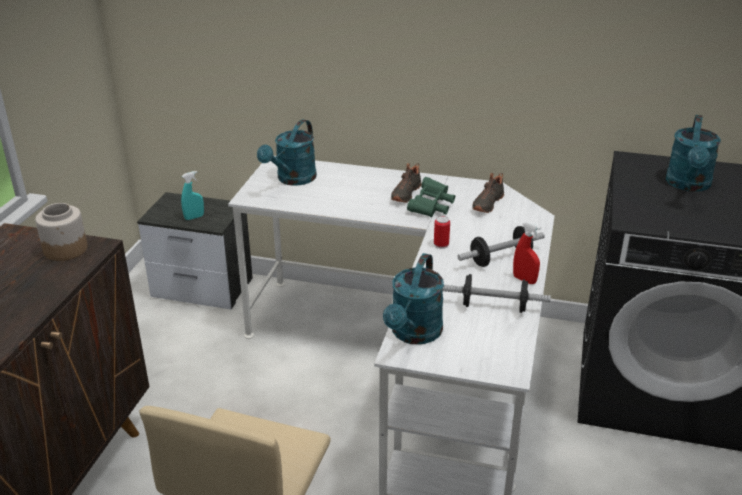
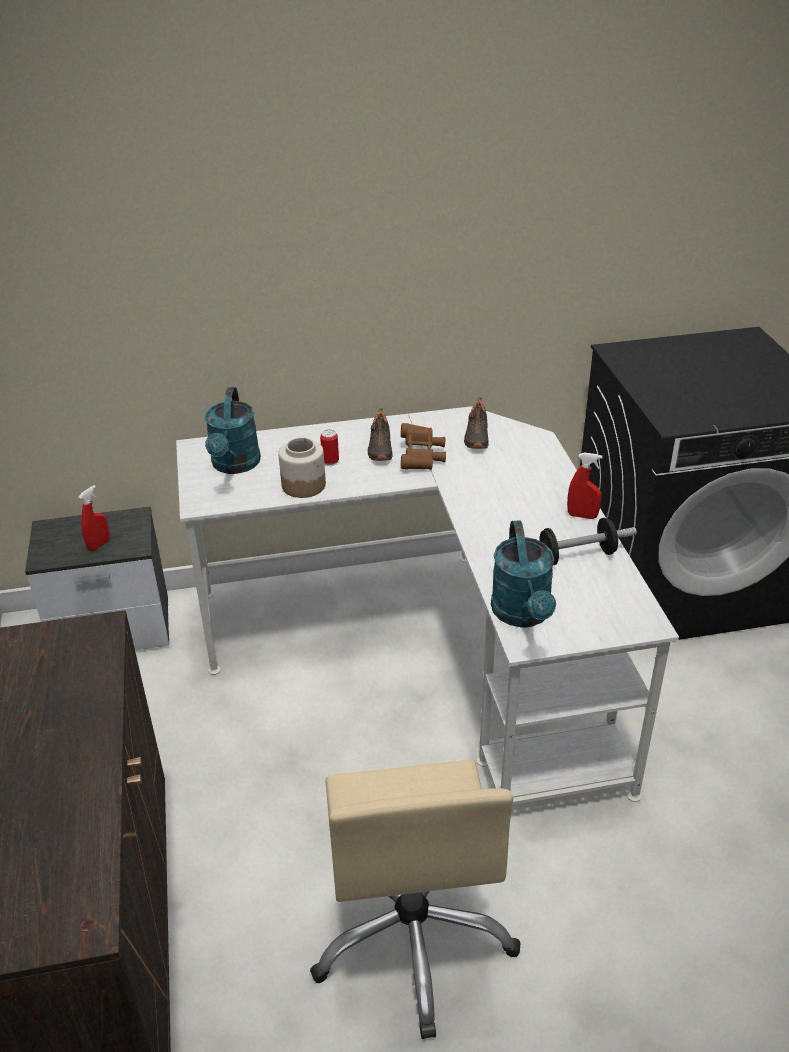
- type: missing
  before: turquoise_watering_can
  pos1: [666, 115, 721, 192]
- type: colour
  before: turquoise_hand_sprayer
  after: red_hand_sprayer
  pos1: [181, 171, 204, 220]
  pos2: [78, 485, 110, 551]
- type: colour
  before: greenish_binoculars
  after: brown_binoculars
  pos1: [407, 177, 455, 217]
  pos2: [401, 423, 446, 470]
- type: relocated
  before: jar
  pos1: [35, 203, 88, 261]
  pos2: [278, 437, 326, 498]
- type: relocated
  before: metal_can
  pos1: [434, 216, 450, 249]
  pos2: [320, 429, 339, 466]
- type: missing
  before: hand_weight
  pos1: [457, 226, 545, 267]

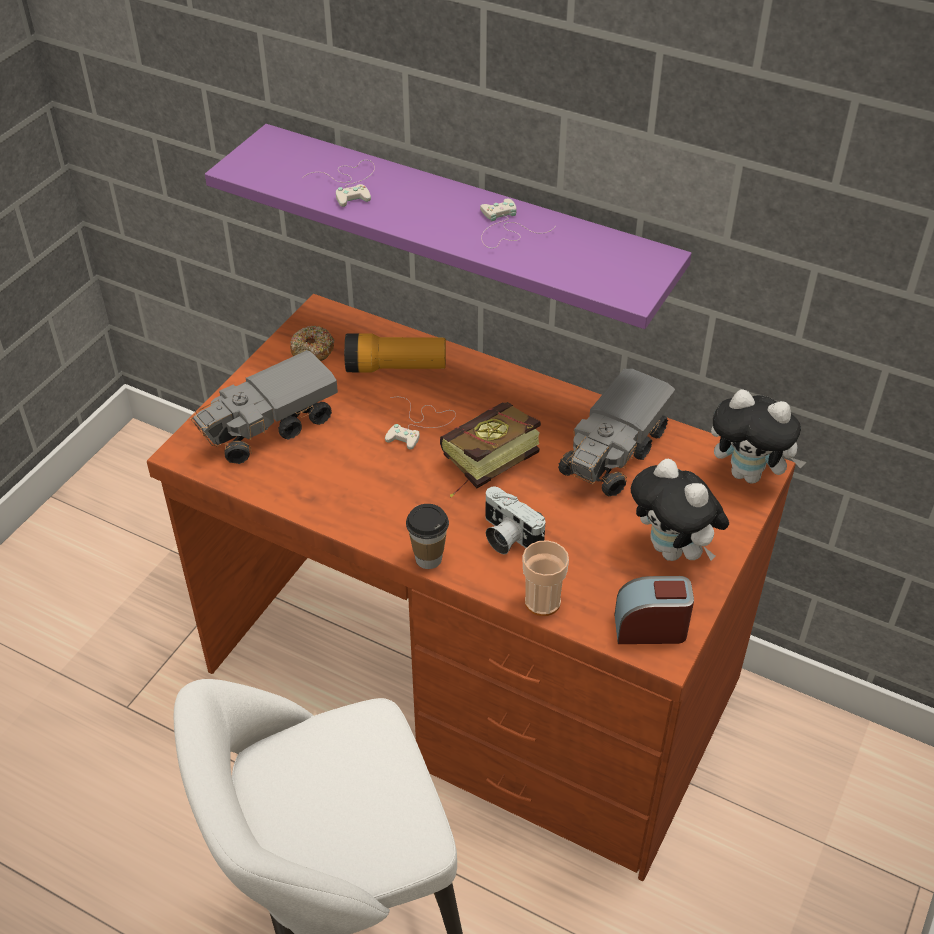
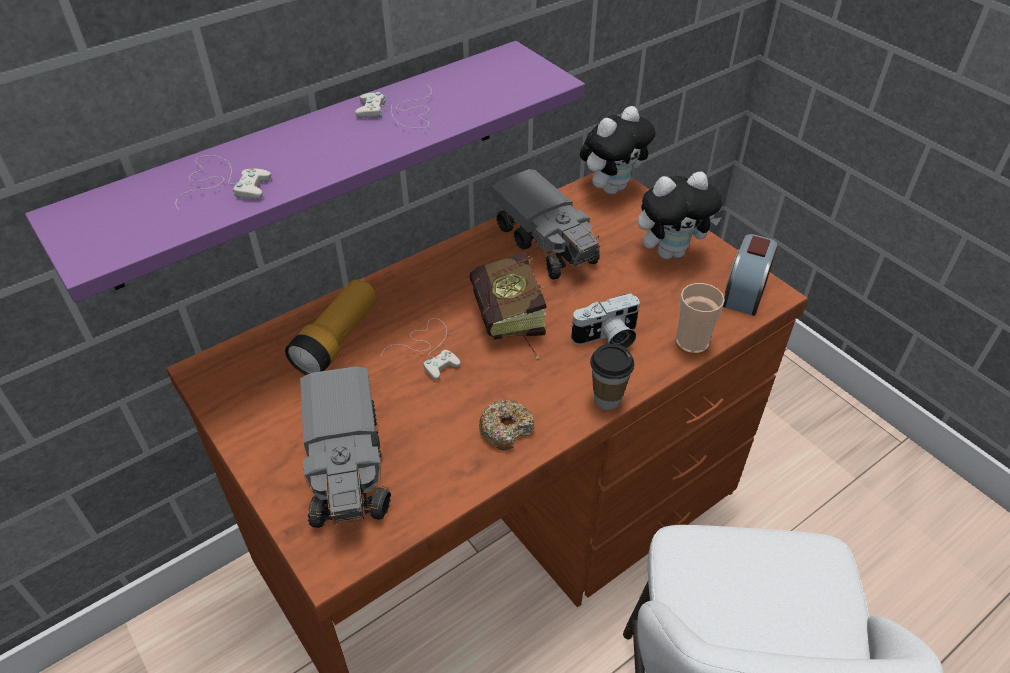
- type: relocated
  before: ring_doughnut
  pos1: [290, 326, 334, 361]
  pos2: [479, 400, 534, 450]

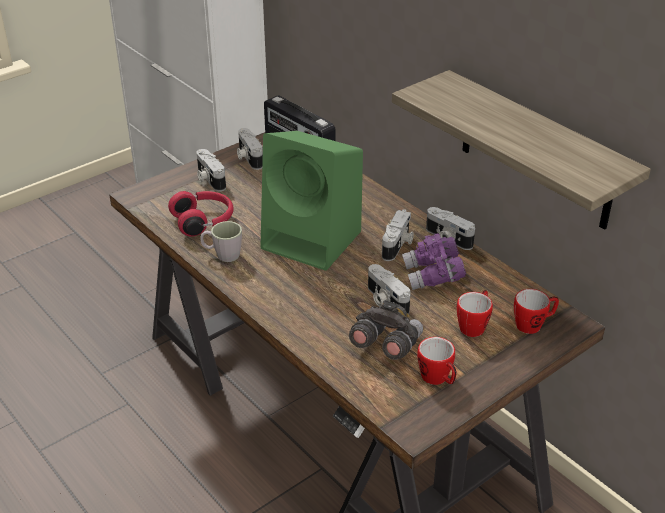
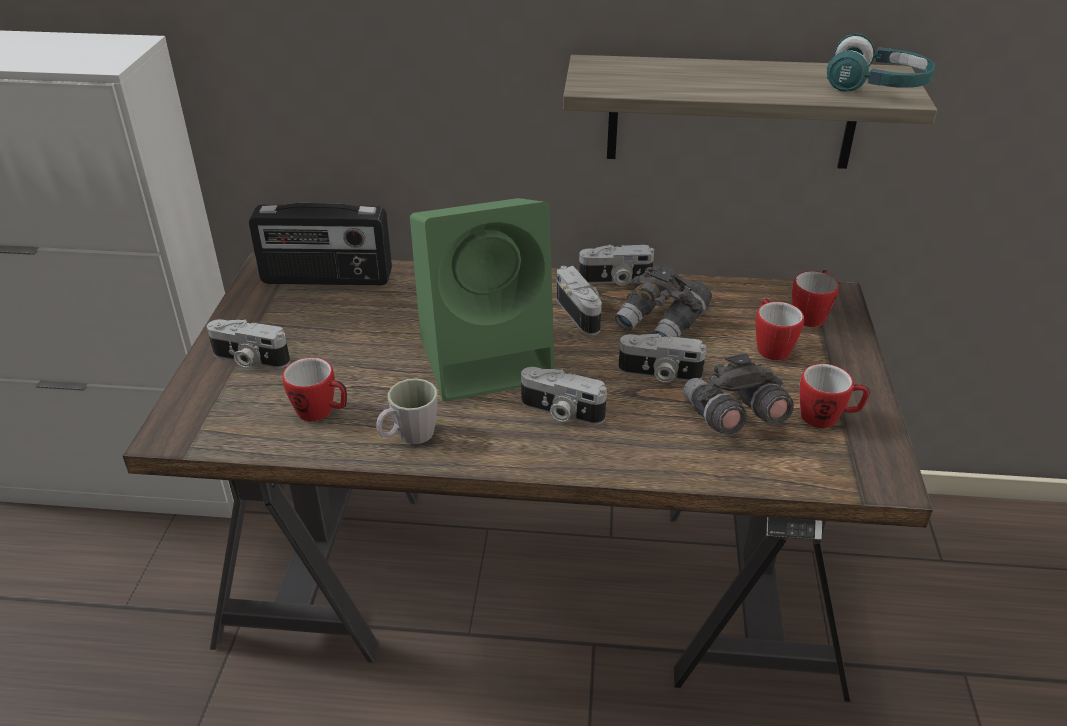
- type: relocated
  before: still_camera
  pos1: [237, 128, 263, 170]
  pos2: [521, 367, 607, 425]
- type: exchanged
  before: red_headphones
  after: tea_mug
  pos1: [168, 191, 234, 237]
  pos2: [282, 357, 347, 421]
- type: colour
  before: purplish_binoculars
  after: gray_binoculars
  pos1: [402, 234, 466, 290]
  pos2: [614, 264, 712, 339]
- type: appeared
  after: turquoise_headphones
  pos2: [827, 34, 935, 92]

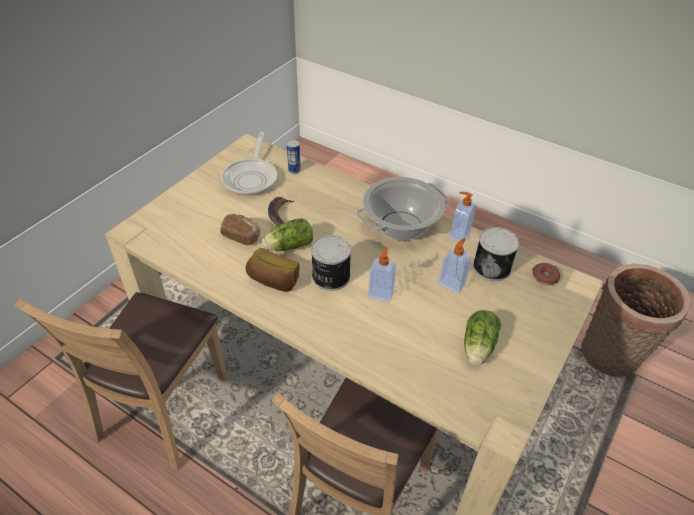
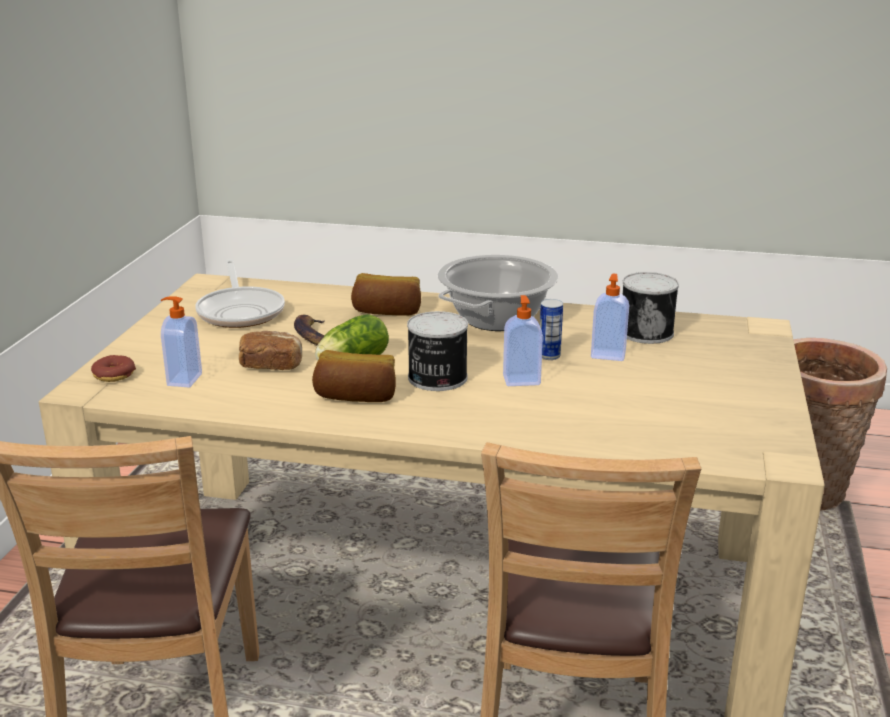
- type: relocated
  before: metal_can
  pos1: [287, 140, 301, 174]
  pos2: [540, 299, 563, 360]
- type: relocated
  before: soap_bottle
  pos1: [450, 192, 476, 242]
  pos2: [161, 296, 202, 388]
- type: relocated
  before: ring_doughnut
  pos1: [532, 263, 560, 285]
  pos2: [91, 355, 136, 382]
- type: missing
  before: lettuce_head
  pos1: [464, 310, 501, 365]
- type: appeared
  after: baked_bread
  pos2: [351, 273, 421, 316]

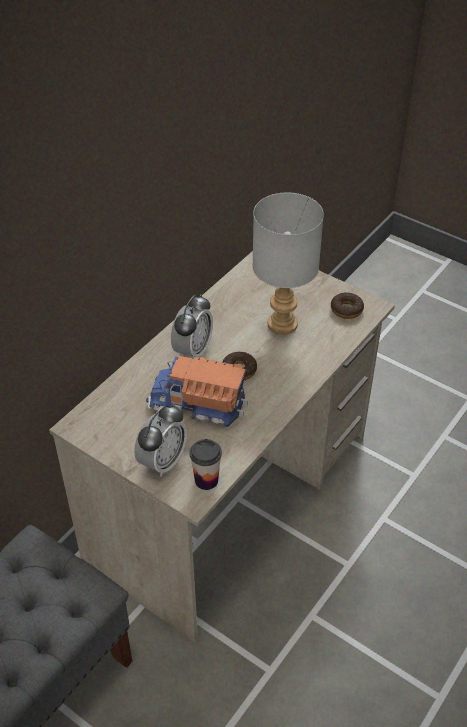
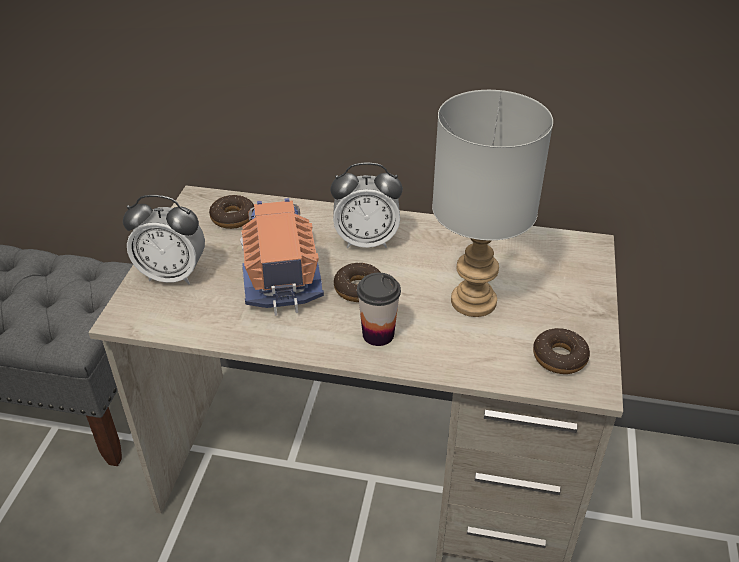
- type: relocated
  before: cup
  pos1: [190, 439, 222, 490]
  pos2: [357, 273, 401, 346]
- type: appeared
  after: ring_doughnut
  pos2: [209, 195, 254, 229]

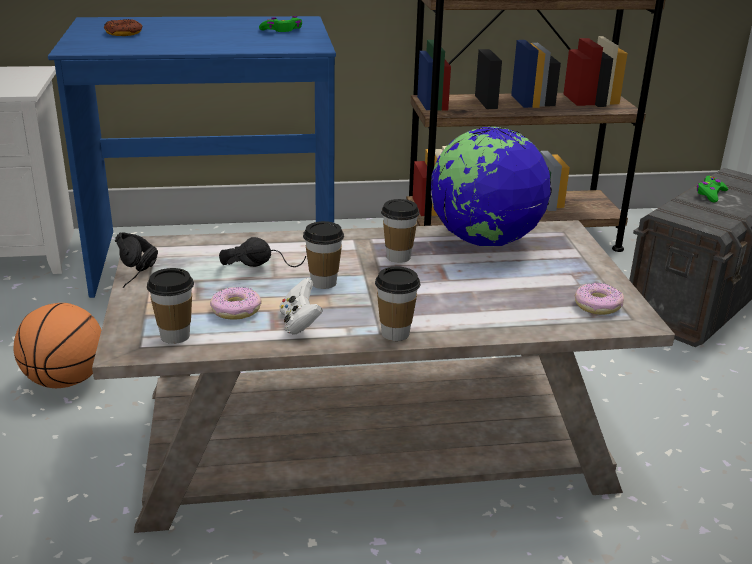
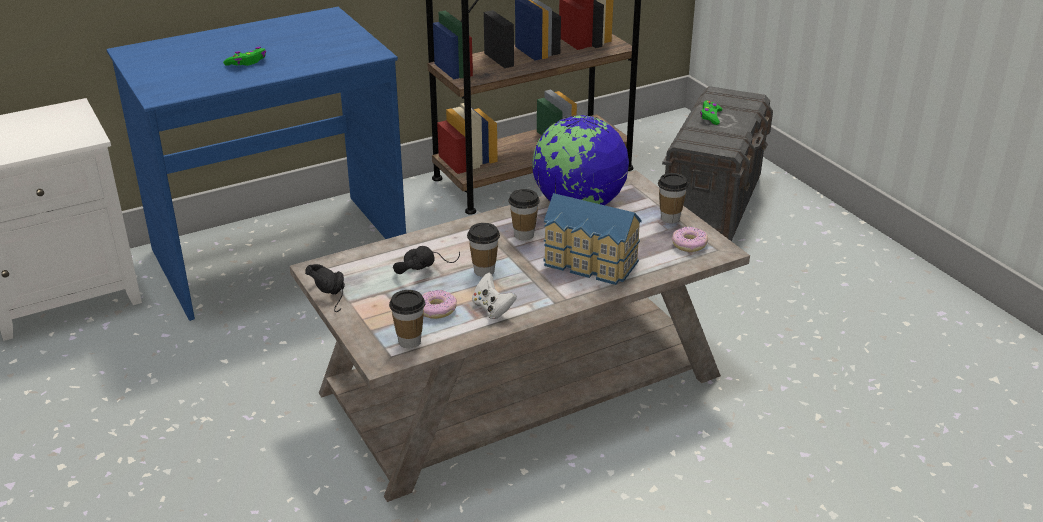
- type: relocated
  before: greenish_joypad
  pos1: [259, 16, 302, 32]
  pos2: [223, 47, 266, 66]
- type: missing
  before: ring_doughnut
  pos1: [104, 19, 142, 36]
- type: relocated
  before: cup
  pos1: [375, 267, 420, 341]
  pos2: [658, 173, 689, 223]
- type: missing
  before: basketball
  pos1: [13, 303, 101, 388]
- type: appeared
  after: model_house
  pos2: [543, 193, 642, 285]

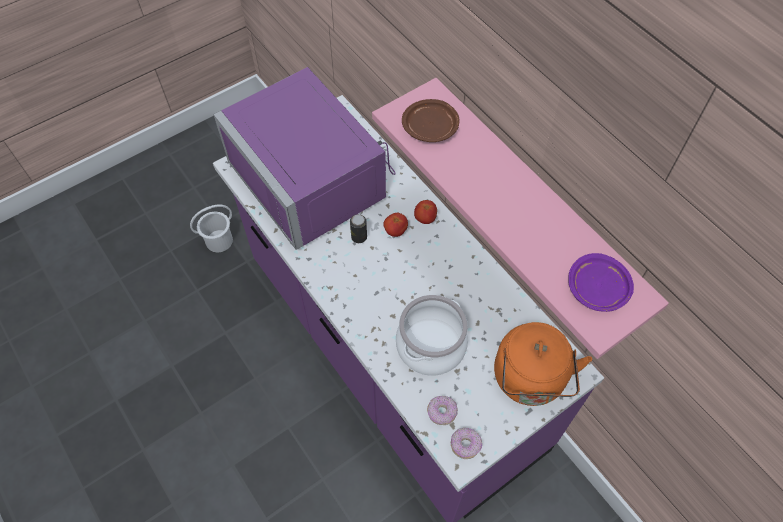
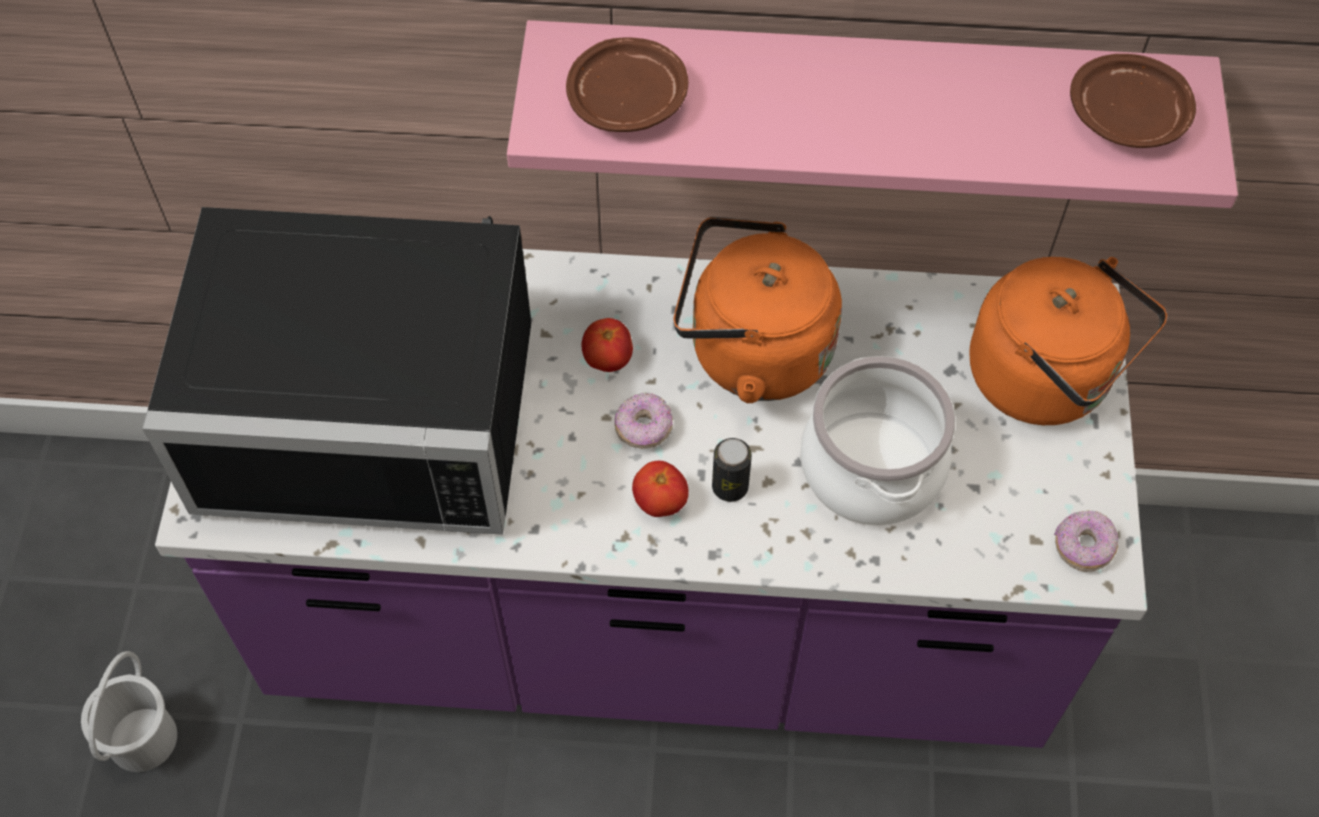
- type: colour
  before: purplish_microwave
  after: blackish_microwave
  pos1: [213, 67, 395, 250]
  pos2: [142, 207, 531, 535]
- type: relocated
  before: fresh_tomato
  pos1: [414, 200, 437, 224]
  pos2: [632, 461, 689, 517]
- type: relocated
  before: metal_can
  pos1: [350, 214, 367, 243]
  pos2: [712, 438, 752, 502]
- type: colour
  before: purplish_flat_dish
  after: brown_flat_dish
  pos1: [568, 253, 634, 312]
  pos2: [1070, 54, 1196, 148]
- type: relocated
  before: ring_doughnut
  pos1: [427, 396, 458, 425]
  pos2: [615, 392, 673, 449]
- type: appeared
  after: orangey_tea_kettle
  pos2: [673, 217, 842, 403]

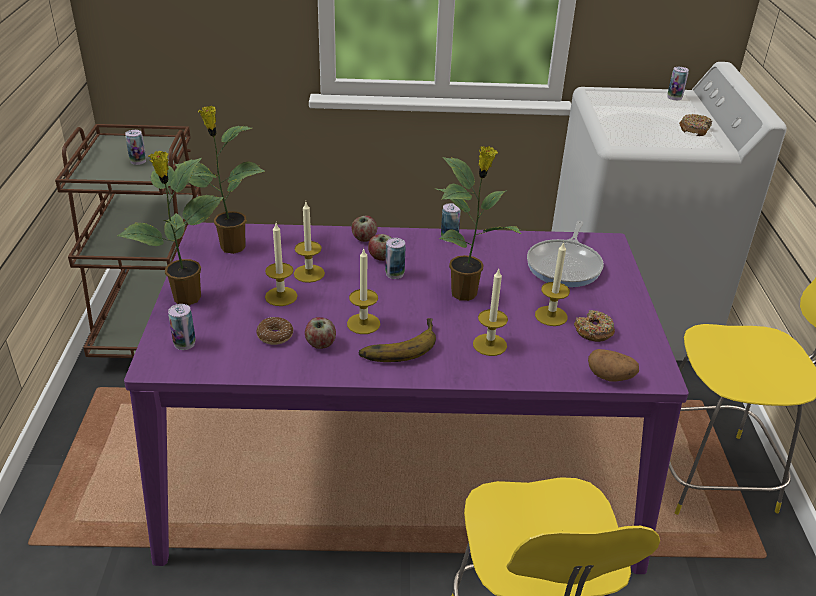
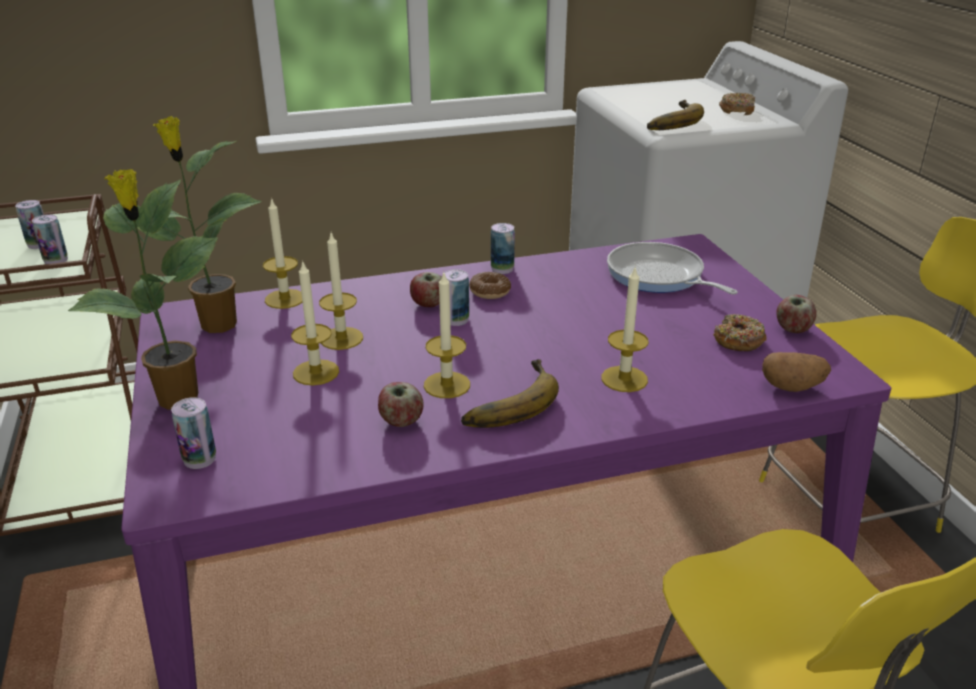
- type: relocated
  before: metal_can
  pos1: [667, 67, 689, 100]
  pos2: [32, 214, 68, 264]
- type: missing
  before: houseplant
  pos1: [434, 146, 521, 301]
- type: relocated
  before: apple_fruit
  pos1: [352, 215, 377, 242]
  pos2: [776, 295, 817, 333]
- type: spun
  before: frying_pan
  pos1: [527, 221, 604, 287]
  pos2: [607, 242, 738, 295]
  turn: 135
- type: relocated
  before: wax_light
  pos1: [535, 241, 570, 326]
  pos2: [263, 197, 302, 309]
- type: relocated
  before: ring_doughnut
  pos1: [256, 317, 293, 345]
  pos2: [469, 272, 511, 299]
- type: appeared
  after: whole_banana
  pos2: [647, 100, 704, 130]

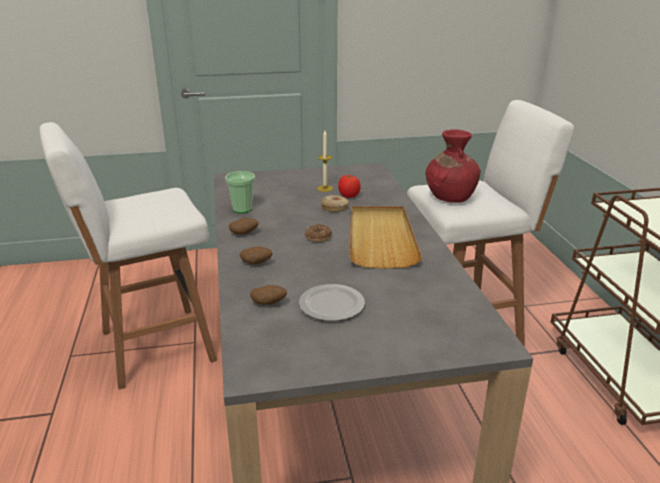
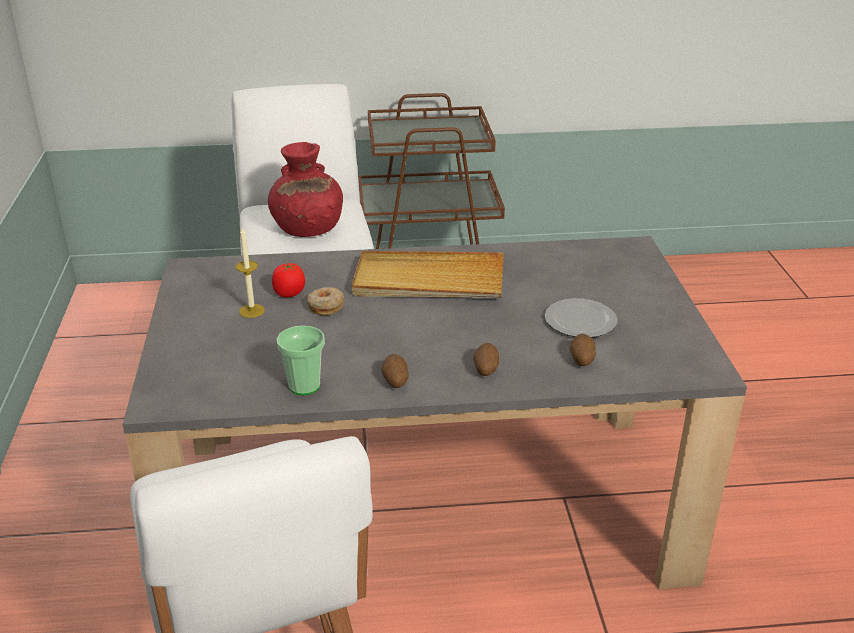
- type: missing
  before: ring_doughnut
  pos1: [305, 224, 332, 242]

